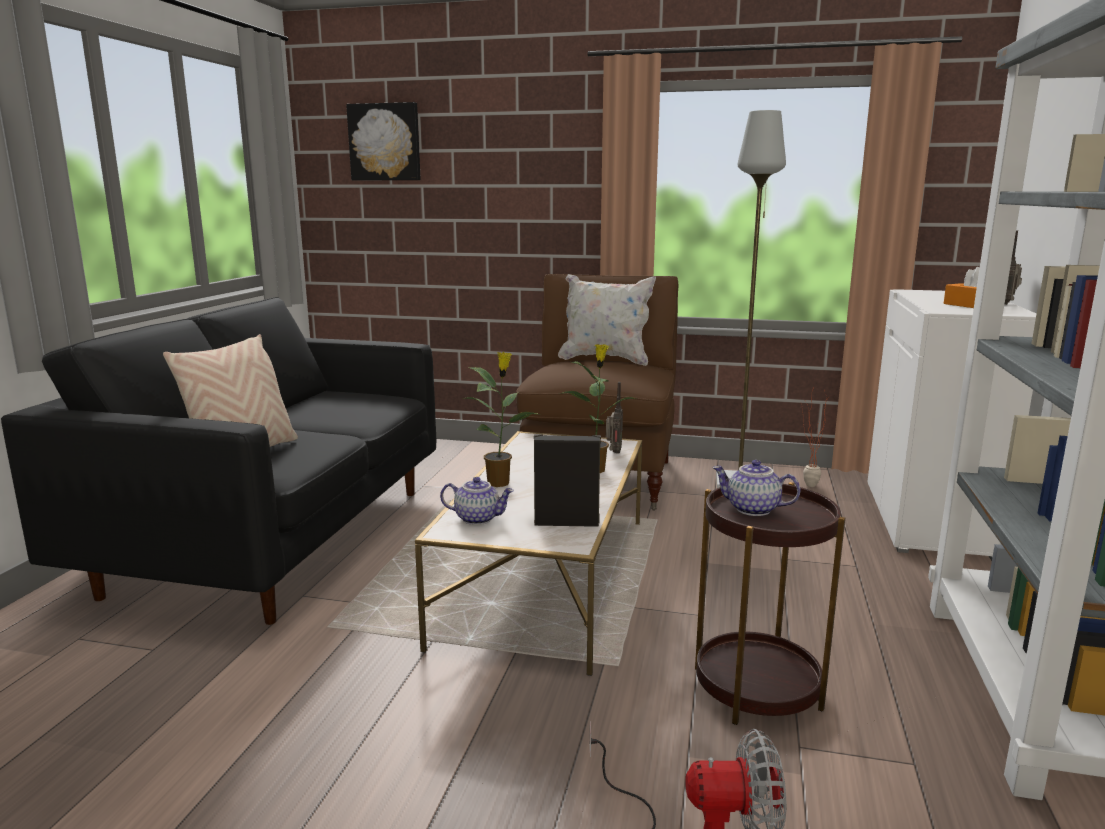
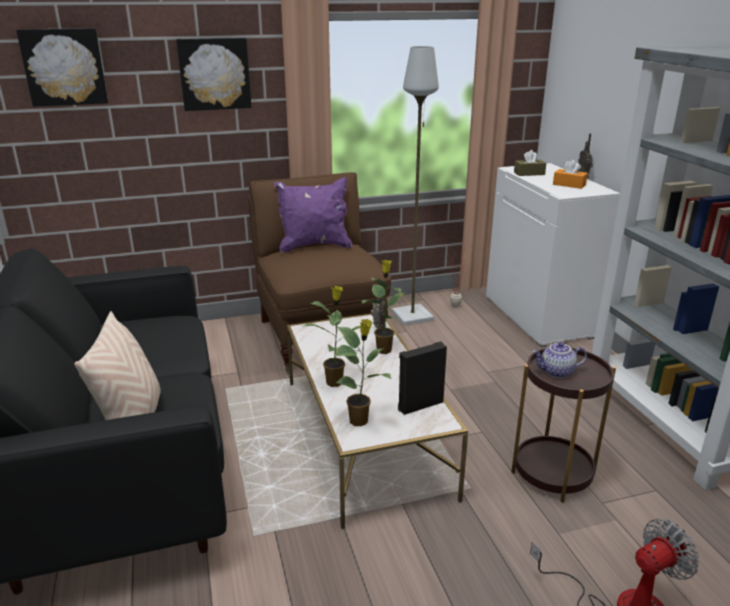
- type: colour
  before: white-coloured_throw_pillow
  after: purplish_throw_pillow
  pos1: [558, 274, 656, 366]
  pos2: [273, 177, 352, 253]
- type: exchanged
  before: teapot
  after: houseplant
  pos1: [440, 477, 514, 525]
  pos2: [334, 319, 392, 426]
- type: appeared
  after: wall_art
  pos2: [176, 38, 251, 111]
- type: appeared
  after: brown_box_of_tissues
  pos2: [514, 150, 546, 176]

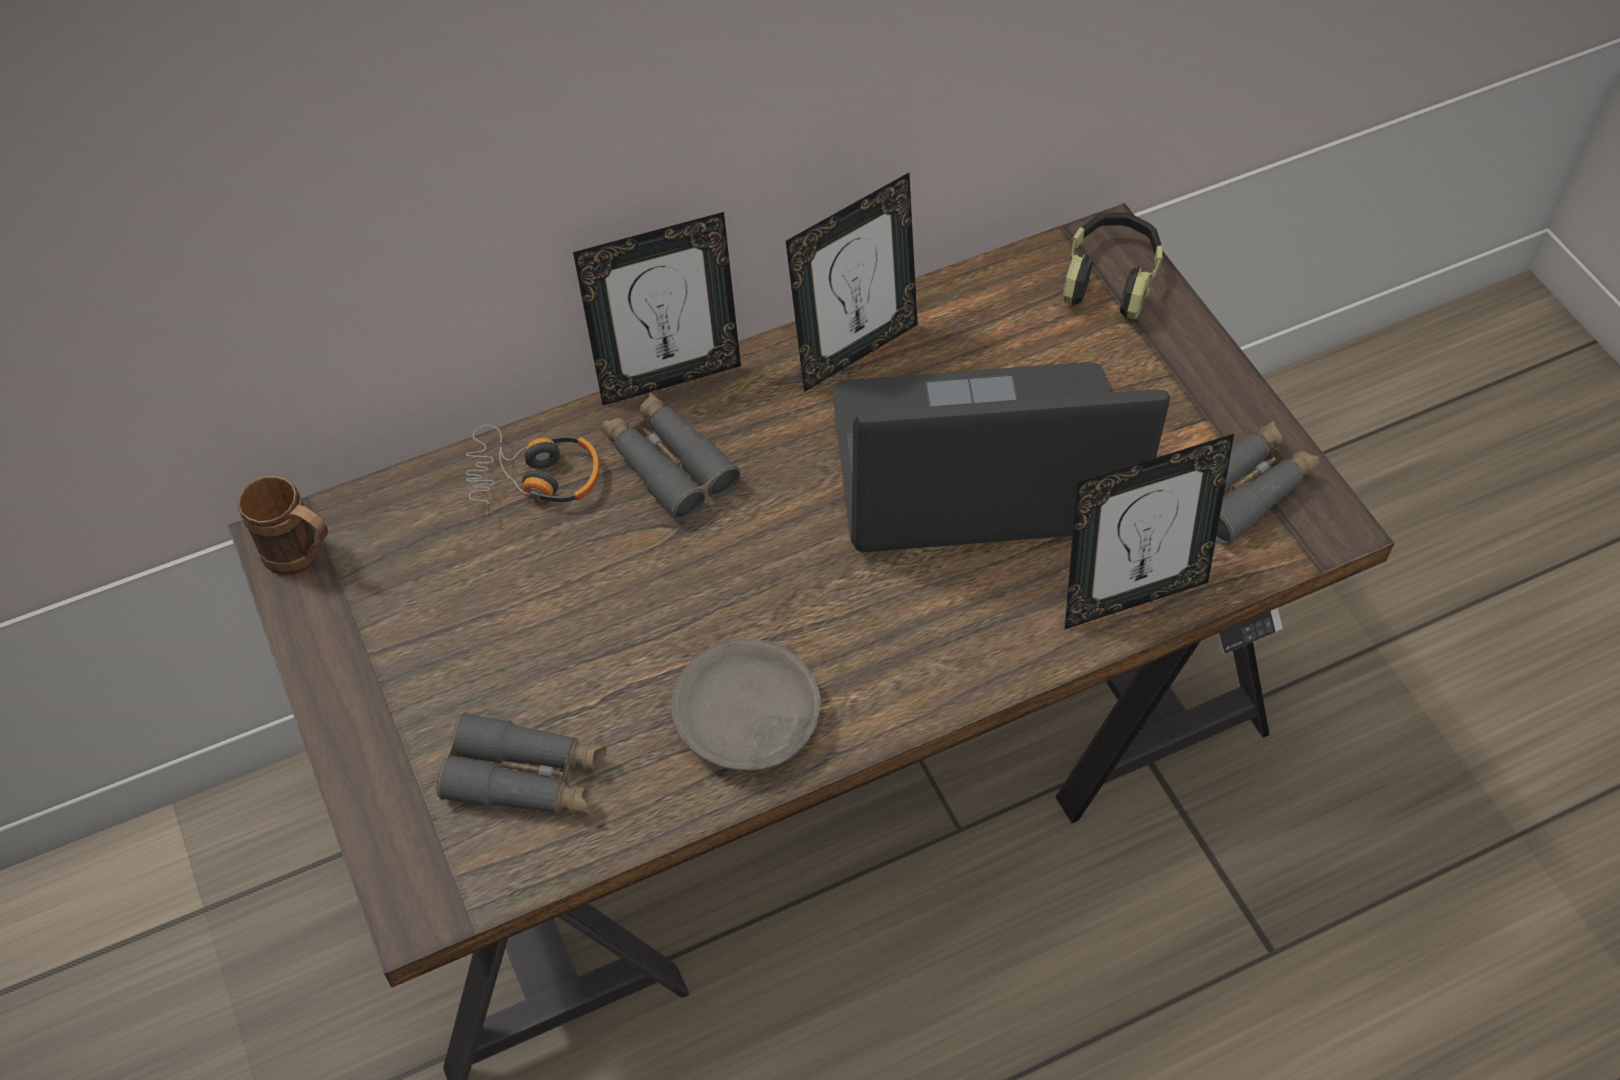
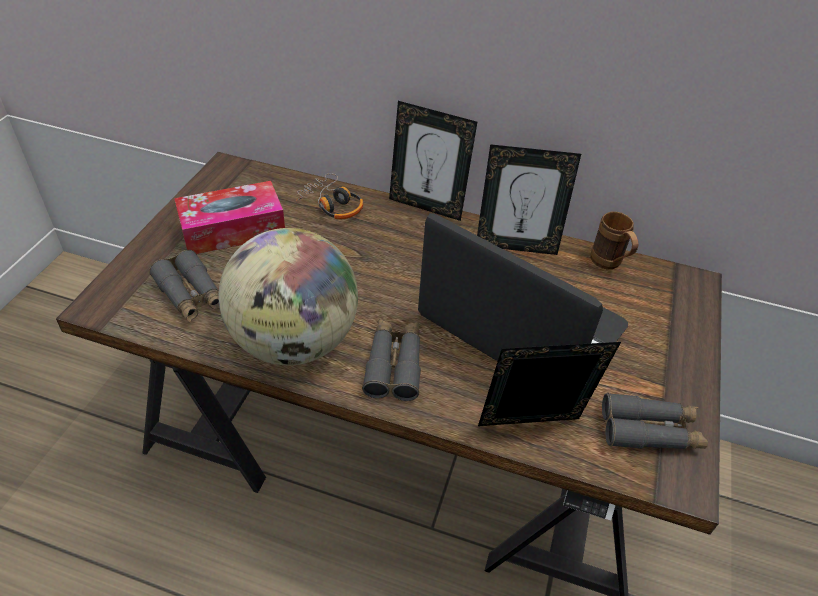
- type: missing
  before: headphones
  pos1: [1063, 213, 1162, 319]
- type: relocated
  before: gray_binoculars
  pos1: [601, 393, 740, 521]
  pos2: [362, 319, 421, 401]
- type: spun
  before: photo_frame
  pos1: [1065, 434, 1234, 629]
  pos2: [478, 342, 621, 426]
  turn: 150
- type: relocated
  before: brown_tea_mug
  pos1: [238, 476, 328, 575]
  pos2: [590, 211, 639, 270]
- type: exchanged
  before: gray_serving_bowl
  after: globe
  pos1: [671, 638, 821, 771]
  pos2: [218, 228, 358, 365]
- type: appeared
  after: box_of_tissues
  pos2: [174, 181, 285, 254]

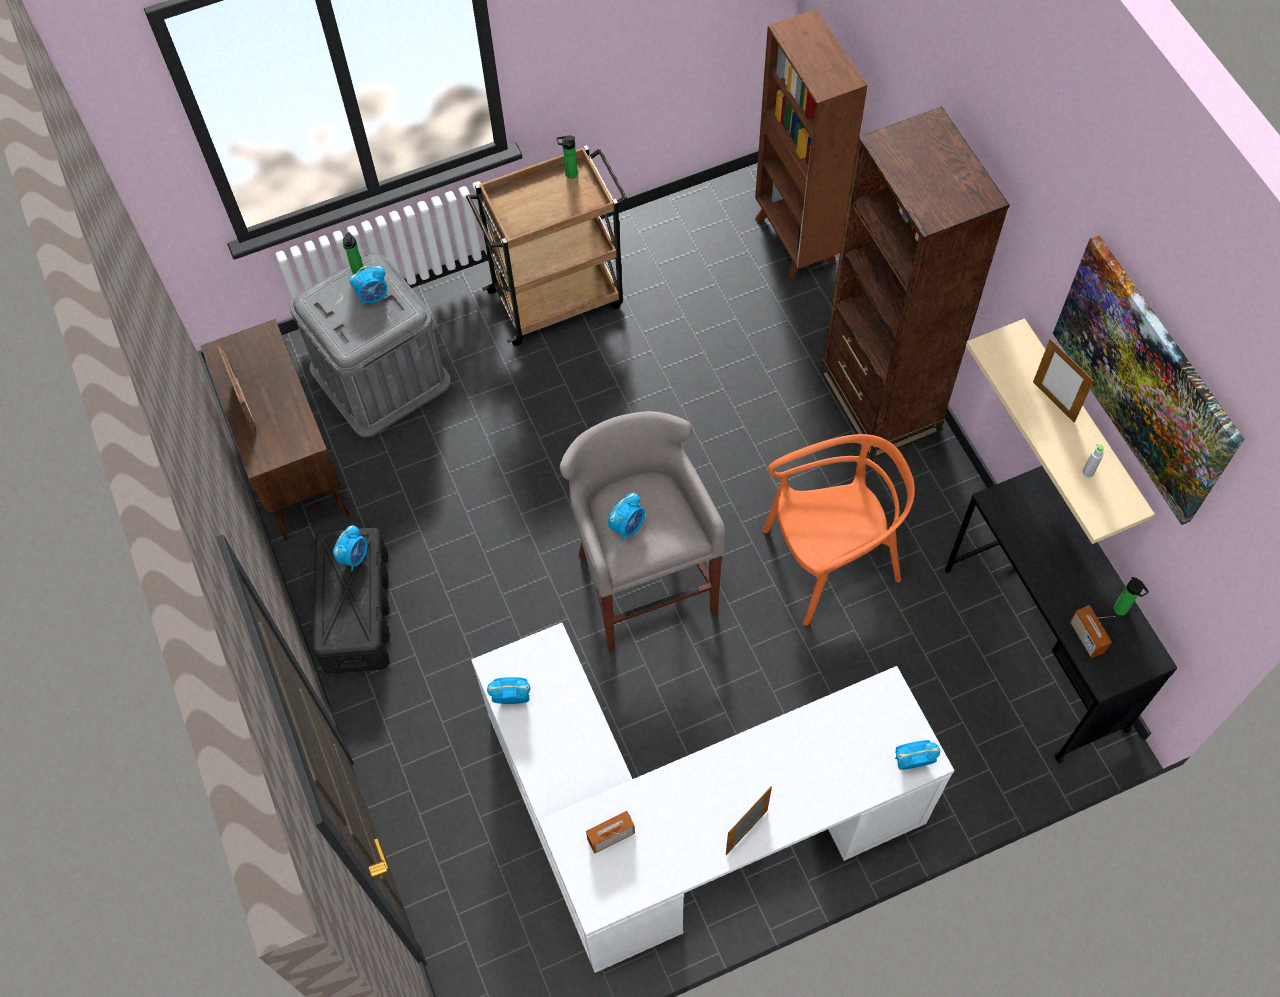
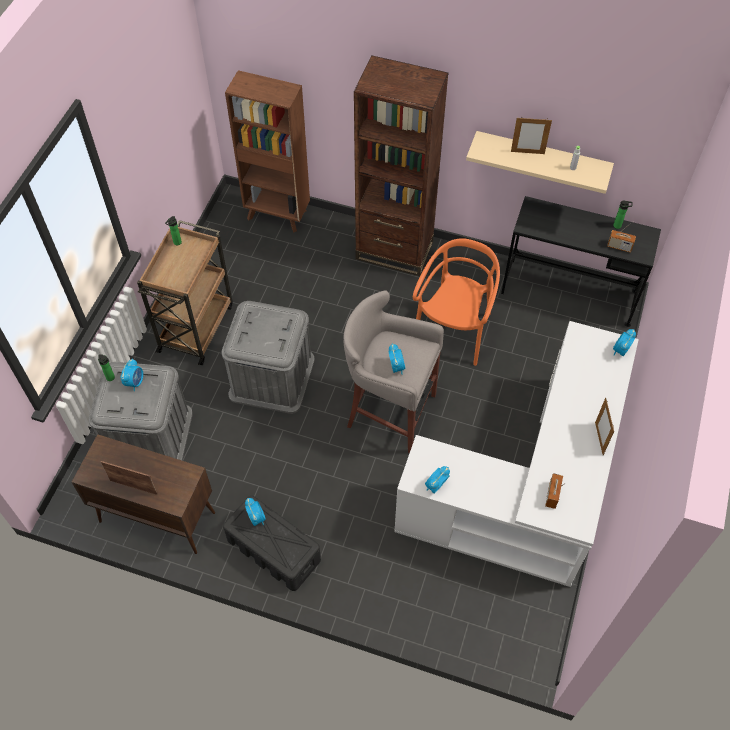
- type: missing
  before: wall_art
  pos1: [1053, 235, 1244, 525]
- type: appeared
  after: gray_storage_container
  pos2: [221, 301, 314, 414]

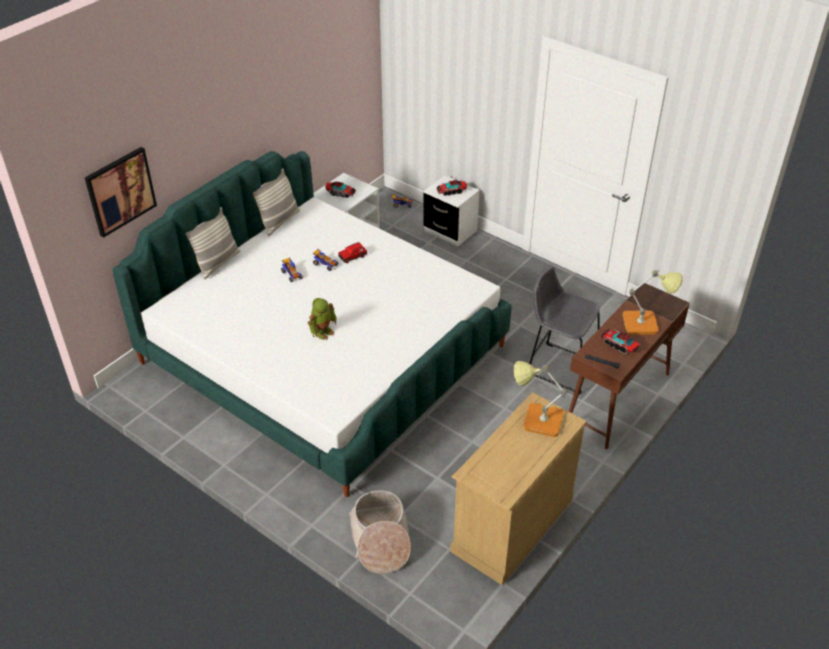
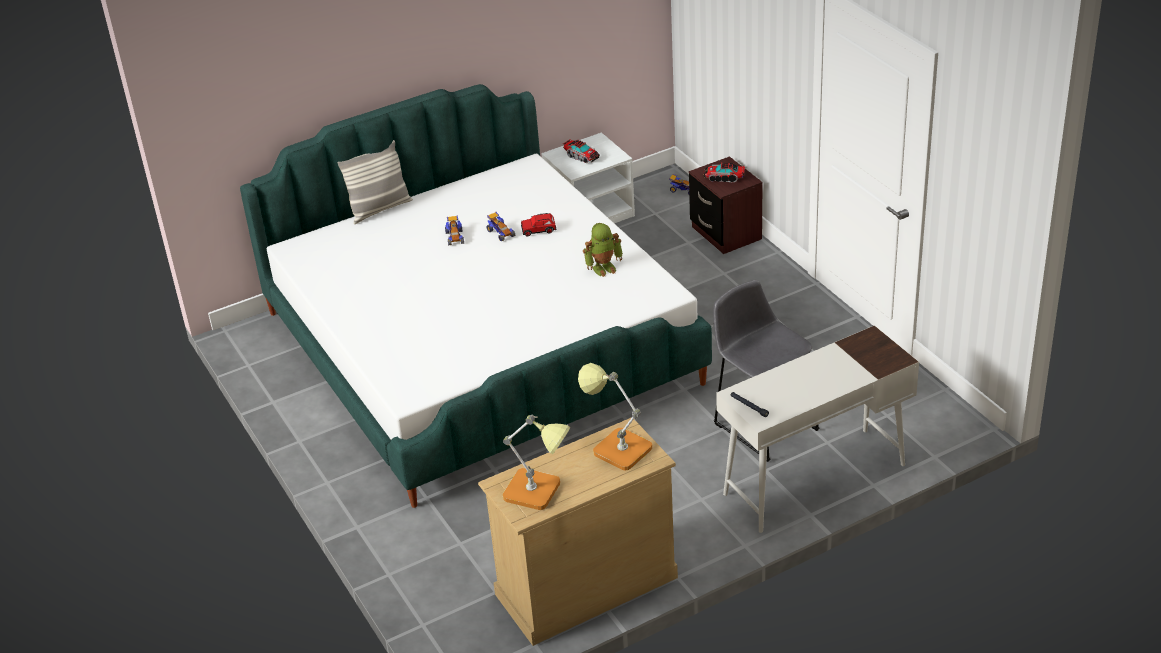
- type: missing
  before: wall_art
  pos1: [85, 147, 157, 238]
- type: missing
  before: throw_pillow
  pos1: [253, 168, 300, 237]
- type: colour
  before: white-coloured_night_table
  after: brown_night_table
  pos1: [423, 175, 480, 246]
  pos2: [689, 156, 763, 254]
- type: relocated
  before: tabletop_lamp
  pos1: [623, 270, 683, 334]
  pos2: [503, 415, 570, 510]
- type: colour
  before: brown_desk_table
  after: white-coloured_desk_table
  pos1: [569, 283, 690, 449]
  pos2: [716, 325, 919, 533]
- type: relocated
  before: model_robot
  pos1: [308, 298, 337, 340]
  pos2: [583, 223, 623, 277]
- type: missing
  before: model_truck
  pos1: [601, 329, 640, 354]
- type: missing
  before: storage_basket
  pos1: [349, 490, 411, 574]

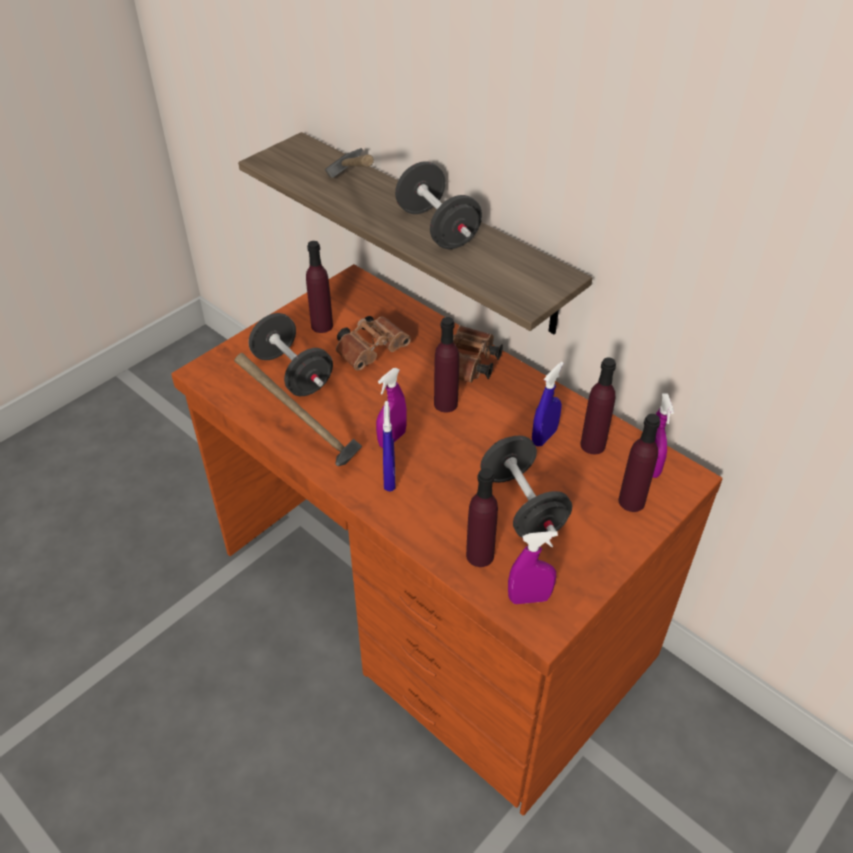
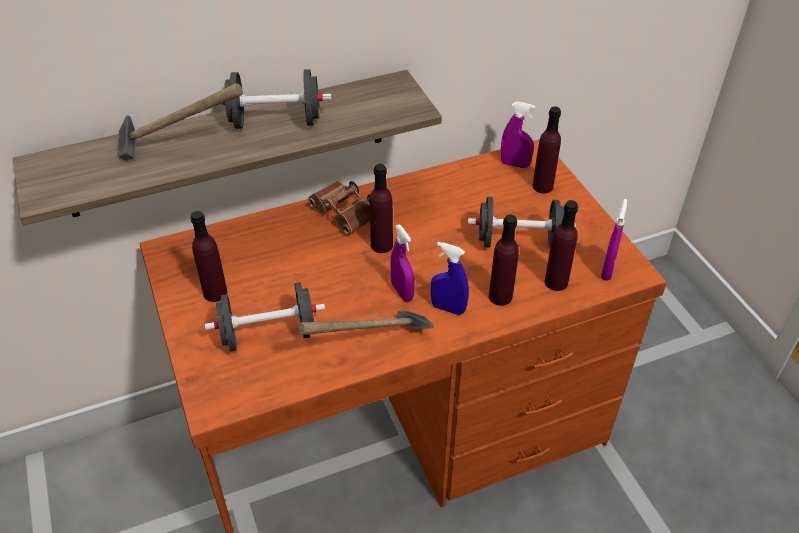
- type: missing
  before: brown_binoculars
  pos1: [336, 316, 411, 370]
- type: relocated
  before: purplish_drink_bottle
  pos1: [580, 357, 616, 454]
  pos2: [489, 215, 519, 306]
- type: missing
  before: blue_hand_sprayer
  pos1: [532, 362, 564, 446]

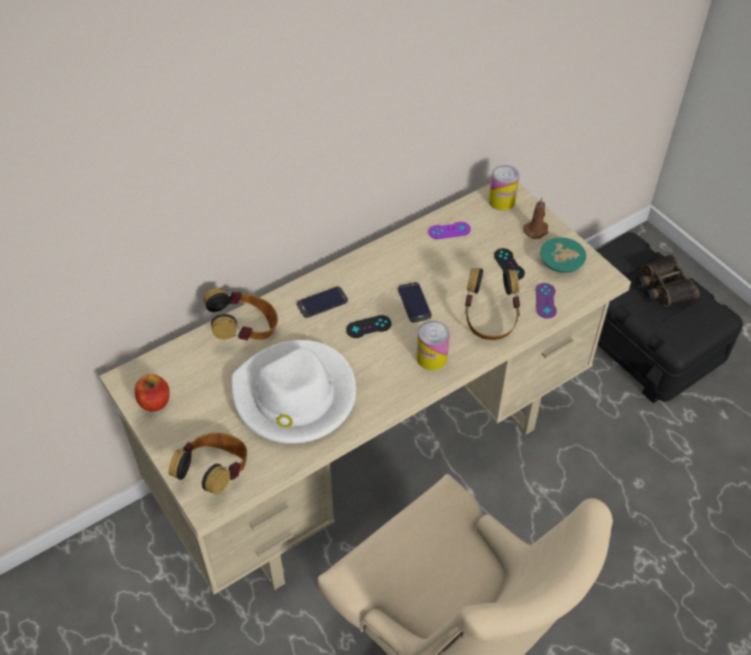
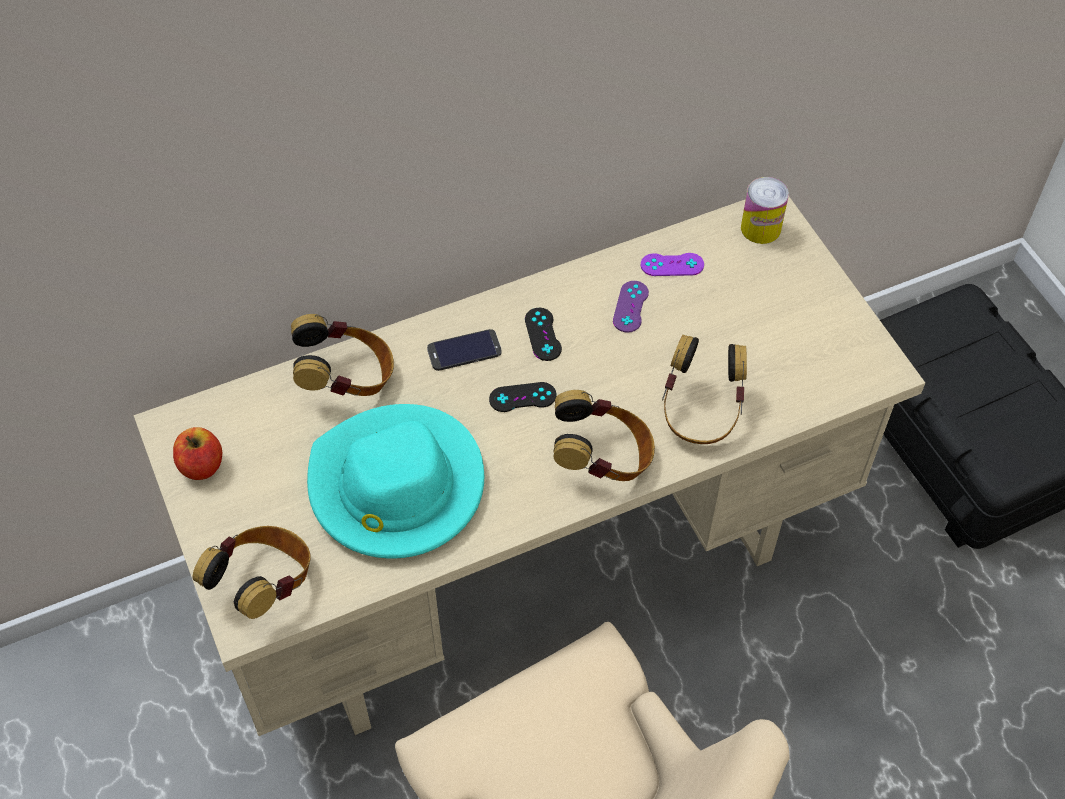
- type: missing
  before: brown_wax_light
  pos1: [523, 198, 548, 239]
- type: missing
  before: turquoise_serving_bowl
  pos1: [540, 237, 586, 273]
- type: relocated
  before: blackish_joypad
  pos1: [494, 248, 525, 280]
  pos2: [525, 308, 562, 361]
- type: missing
  before: binoculars
  pos1: [636, 254, 700, 307]
- type: missing
  before: phone
  pos1: [398, 282, 432, 323]
- type: relocated
  before: purplish_joypad
  pos1: [536, 283, 557, 319]
  pos2: [613, 281, 649, 333]
- type: exchanged
  before: metal_can
  after: headphones
  pos1: [417, 320, 450, 371]
  pos2: [554, 390, 655, 481]
- type: colour
  before: white-coloured_clothing_hat
  after: turquoise_clothing_hat
  pos1: [231, 340, 356, 444]
  pos2: [307, 404, 484, 558]

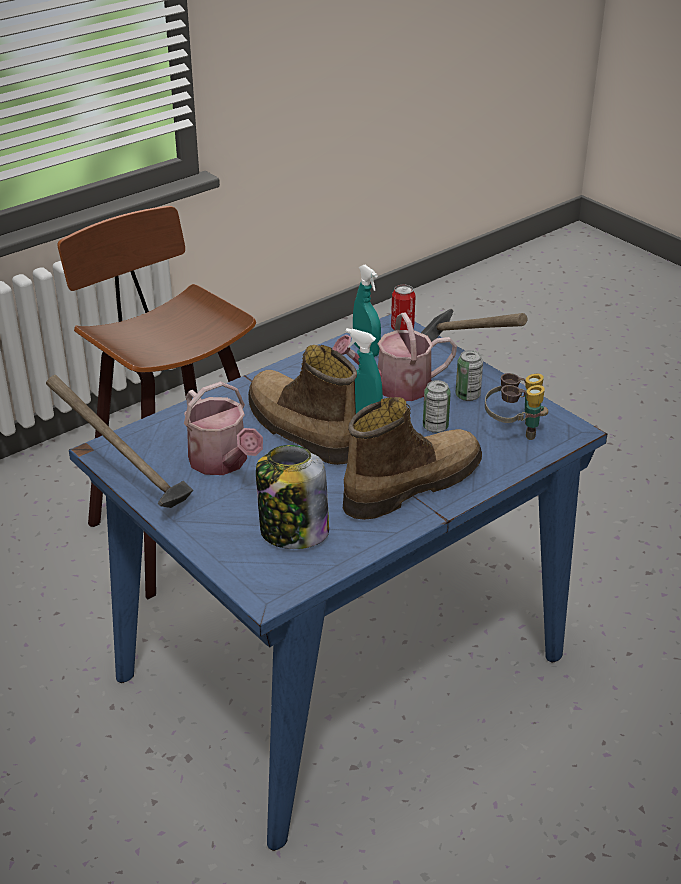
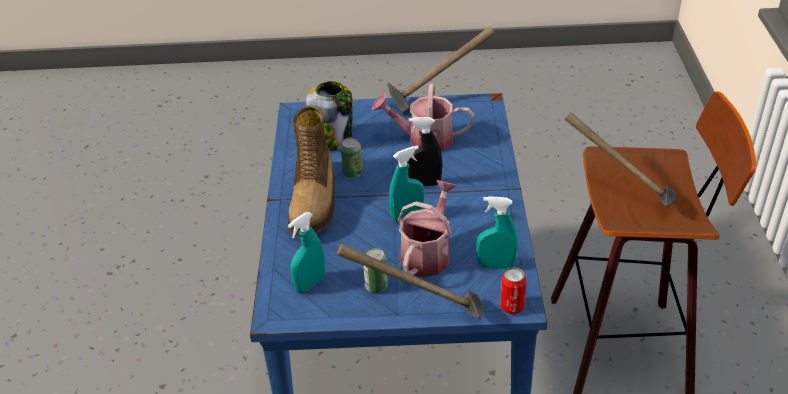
- type: exchanged
  before: tall_boot
  after: blackish_hand_sprayer
  pos1: [248, 345, 357, 465]
  pos2: [407, 117, 442, 186]
- type: exchanged
  before: binoculars
  after: turquoise_hand_sprayer
  pos1: [485, 373, 548, 440]
  pos2: [288, 212, 325, 293]
- type: relocated
  before: metal_can
  pos1: [423, 380, 451, 433]
  pos2: [341, 138, 363, 178]
- type: appeared
  after: tool_hammer
  pos2: [565, 112, 675, 207]

